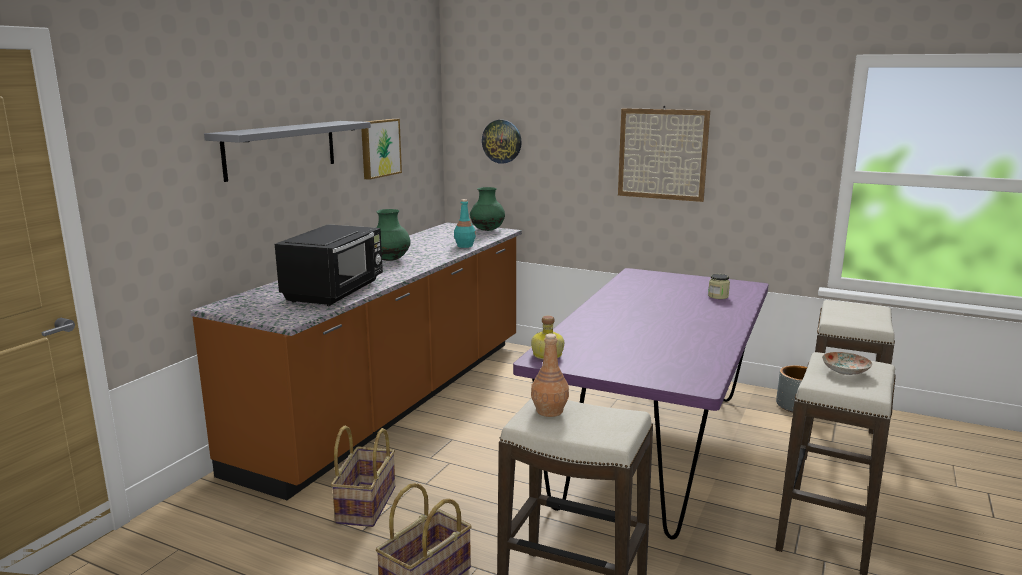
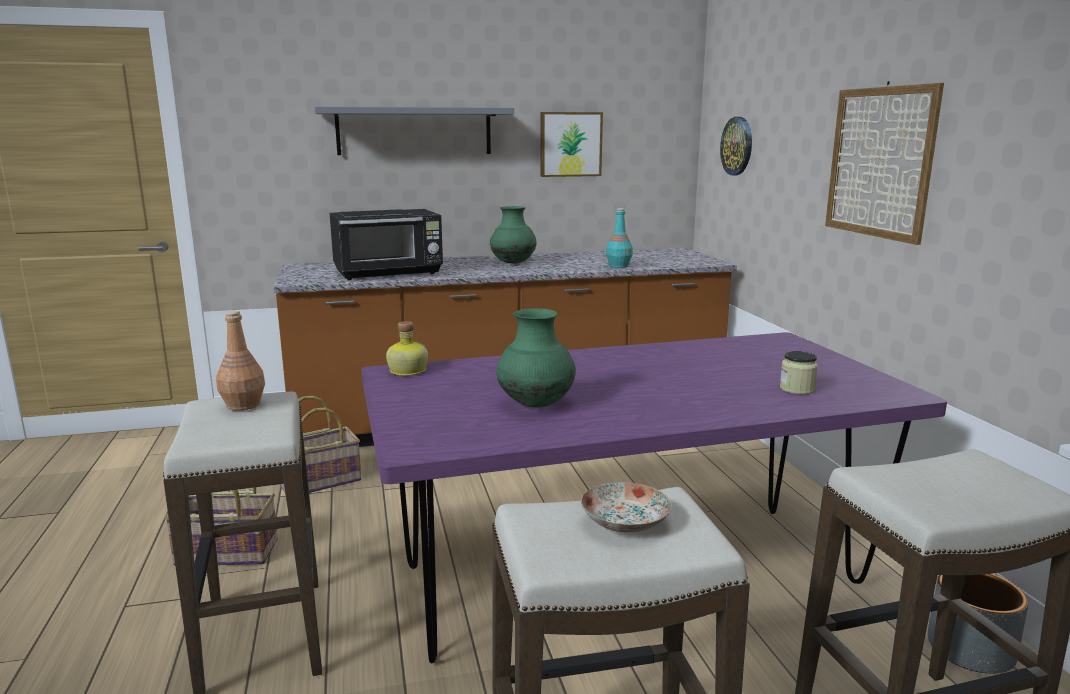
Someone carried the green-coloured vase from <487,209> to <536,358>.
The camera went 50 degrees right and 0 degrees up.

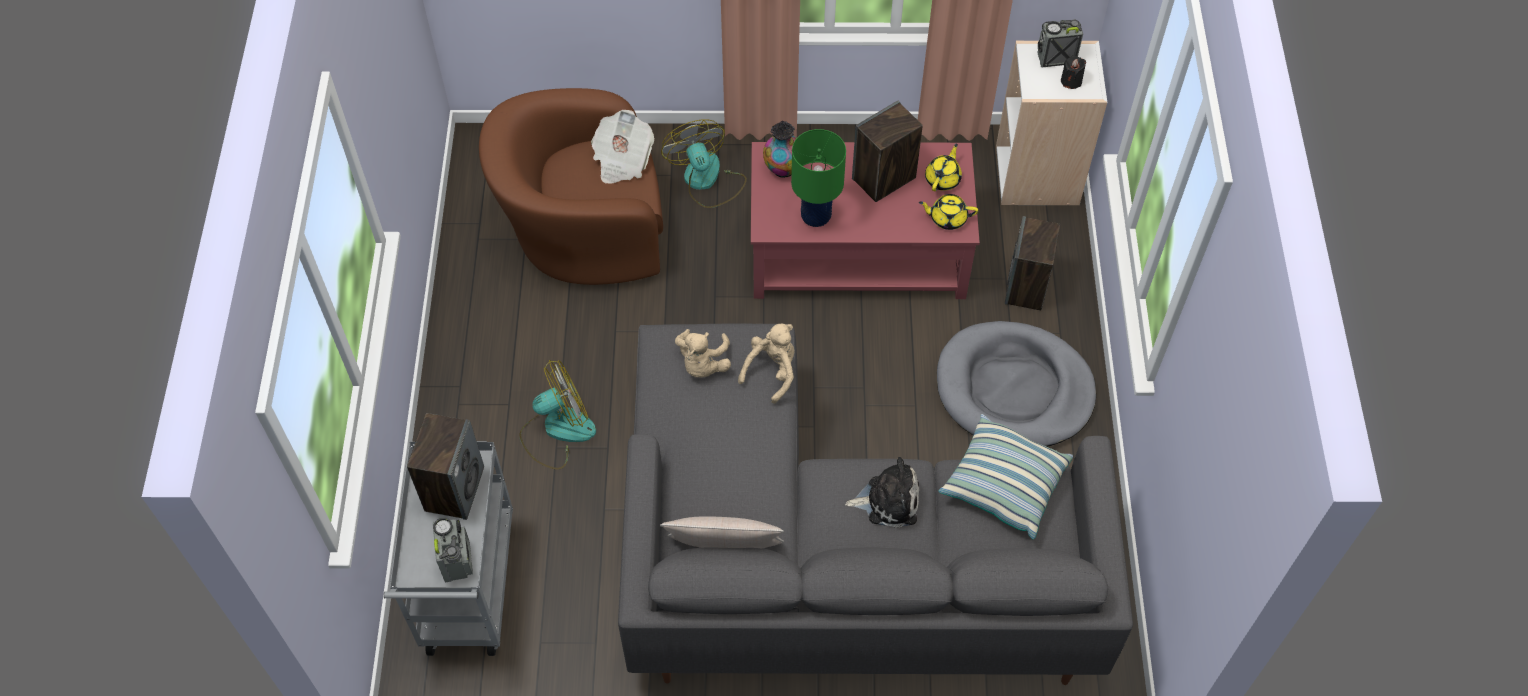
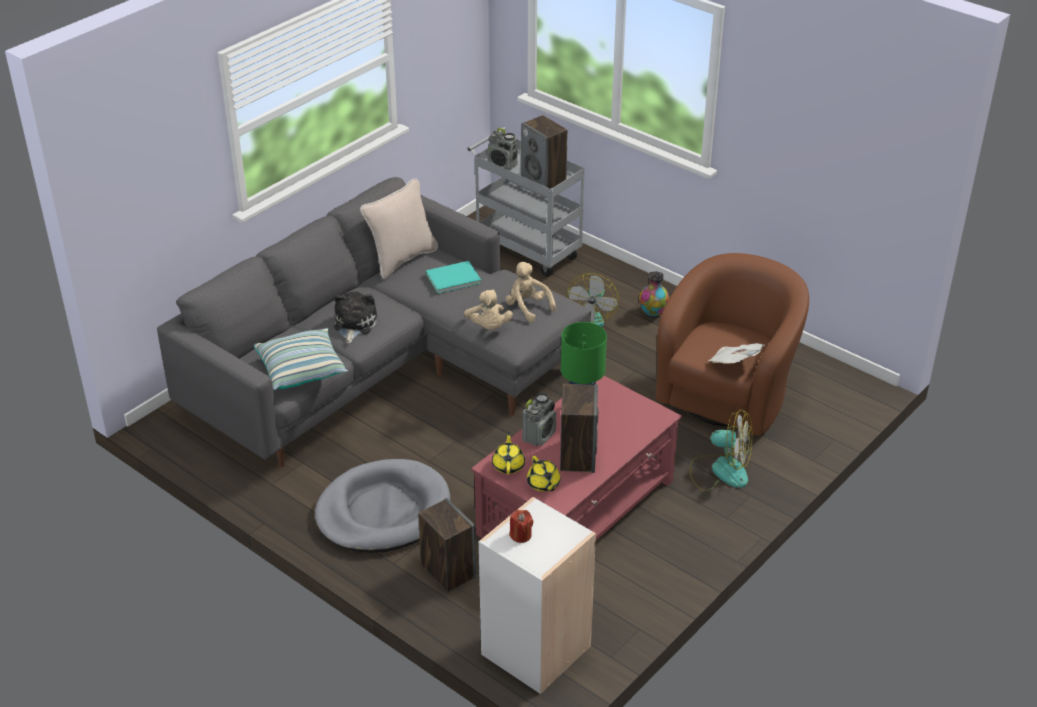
Someone rotated the plush toy at <882,492> by 150 degrees clockwise.
Someone put down the turquoise-coloured bound book at <453,277>.
Someone rotated the yellow-coloured teapot at <948,212> by 45 degrees counterclockwise.
Someone repainted the black-coloured wax candle at <1073,72>, which became the red-coloured wax candle at <521,526>.
Someone carried the radio from <1060,43> to <539,419>.
Someone carried the vase from <779,149> to <654,294>.
The camera went 130 degrees right and 20 degrees down.

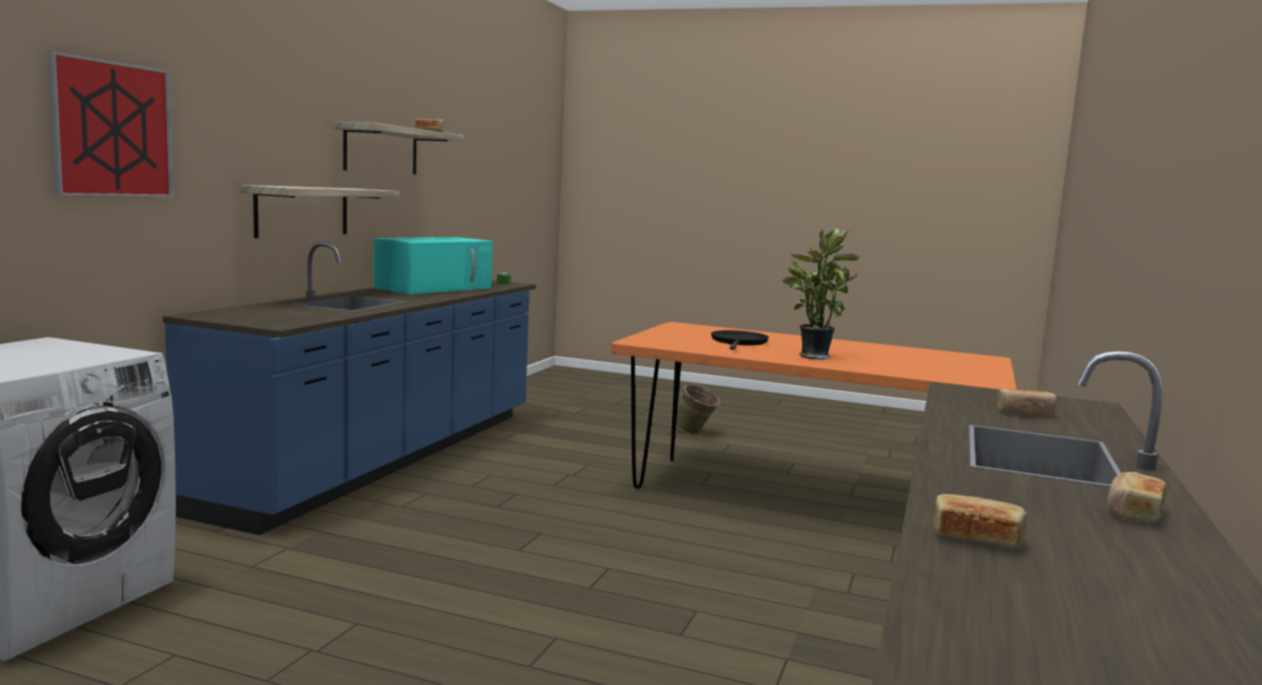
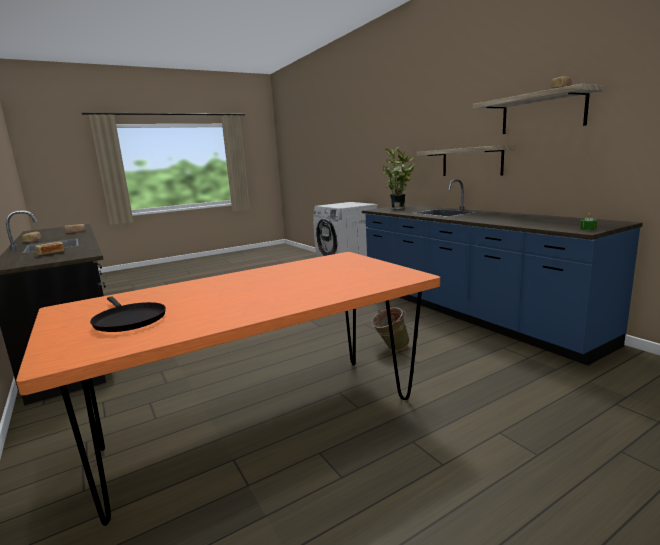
Someone carried the black-coloured frying pan from <740,340> to <128,314>.
Someone carried the green-coloured water bucket from <698,409> to <390,329>.
Someone carried the houseplant from <821,294> to <398,178>.
Someone took away the wall art at <110,123>.
Someone took away the turquoise-coloured microwave at <433,265>.
The camera went 130 degrees right and 5 degrees up.

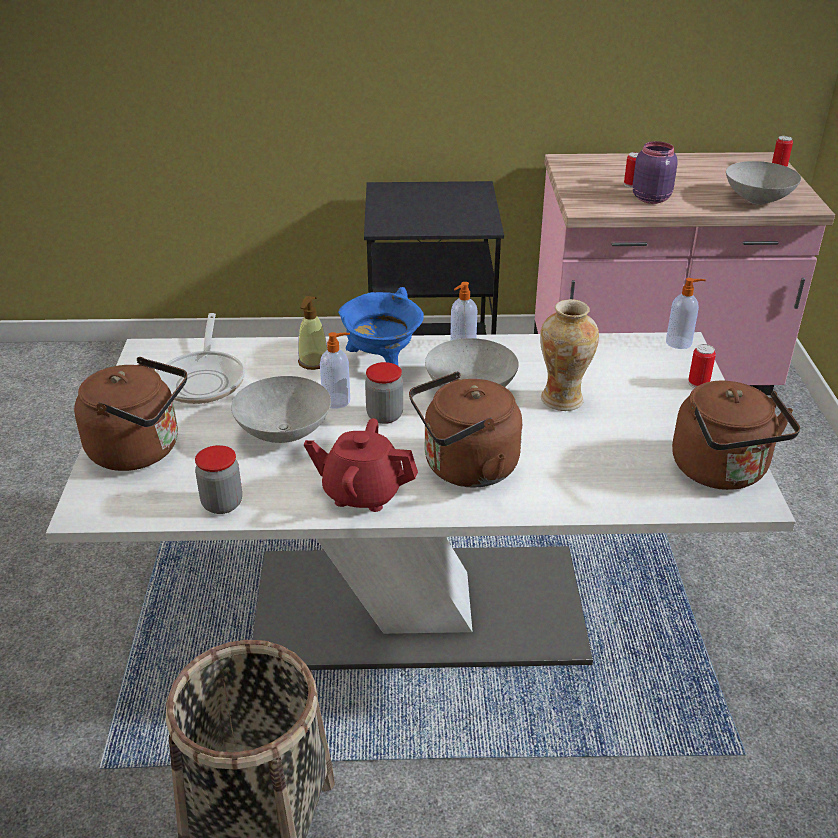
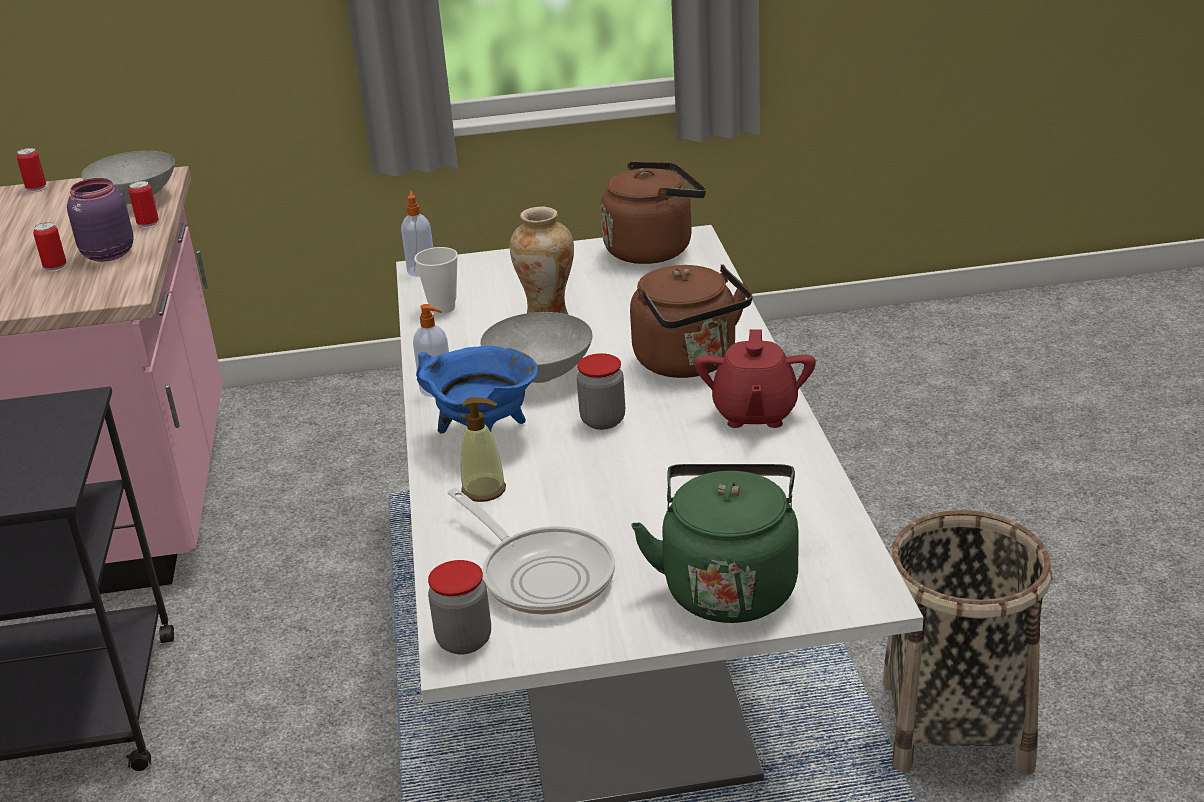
Someone carried the can from <702,366> to <144,204>.
Someone put down the drinking cup at <436,280>.
Someone carried the storage jar from <218,479> to <459,607>.
Someone rotated the frying pan at <201,358> by 60 degrees clockwise.
Someone repainted the brown-coloured water kettle at <130,414>, which became the green-coloured water kettle at <715,543>.
Someone took away the greyish bowl at <281,409>.
Someone took away the soap dispenser at <335,370>.
The camera went 95 degrees left and 5 degrees down.

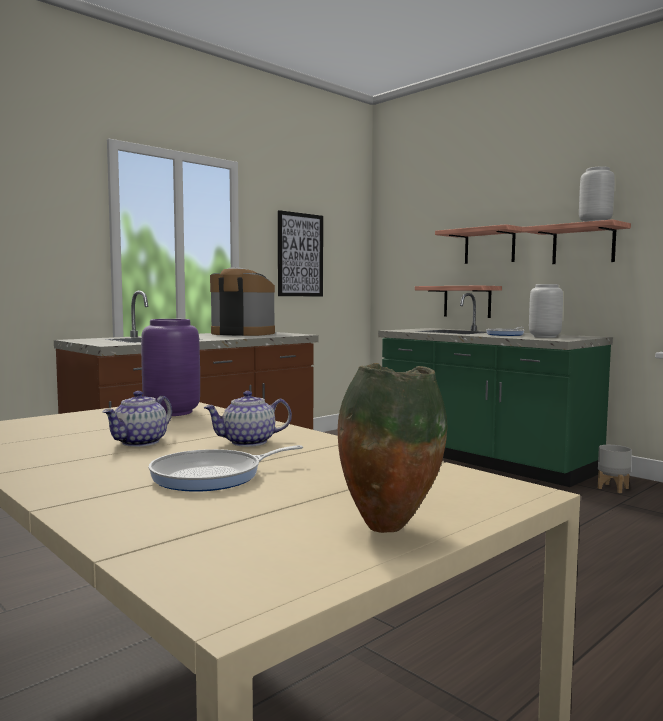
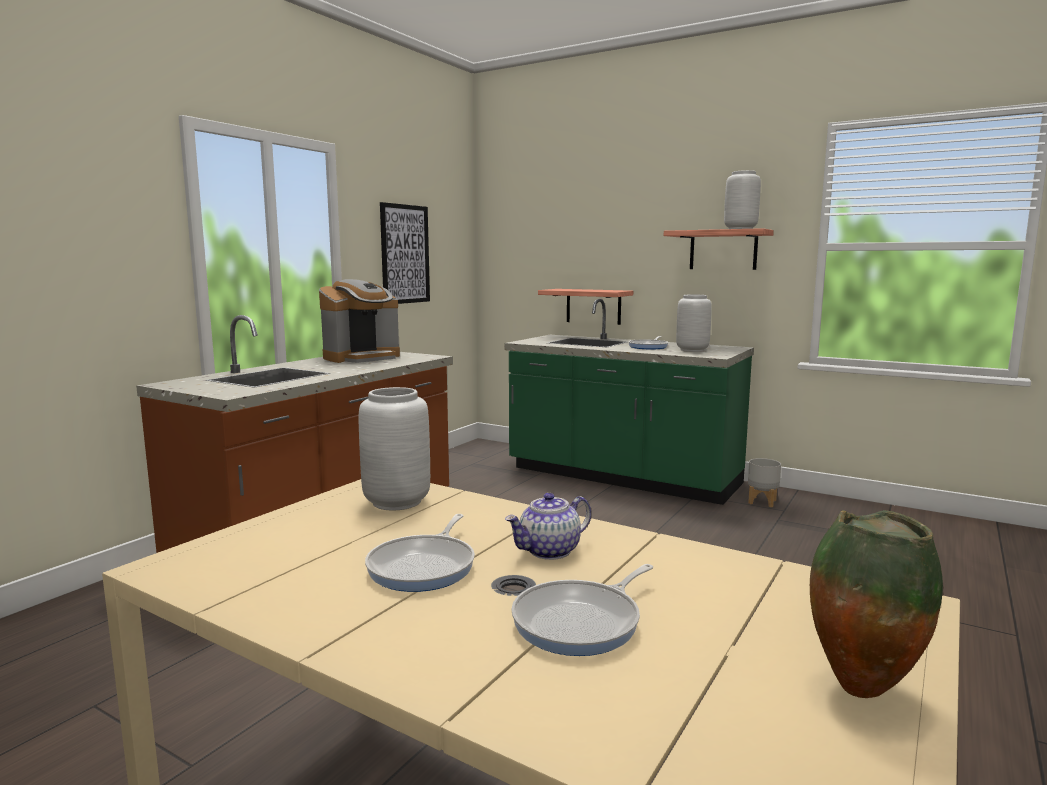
Someone rotated the coffee maker at <242,301> by 135 degrees clockwise.
Someone repainted the purple-coloured vase at <170,367>, which became the greyish vase at <394,448>.
Someone swapped the teapot at <137,419> for the frying pan at <420,553>.
Someone took away the shelf at <479,244>.
The camera went 15 degrees left and 5 degrees up.

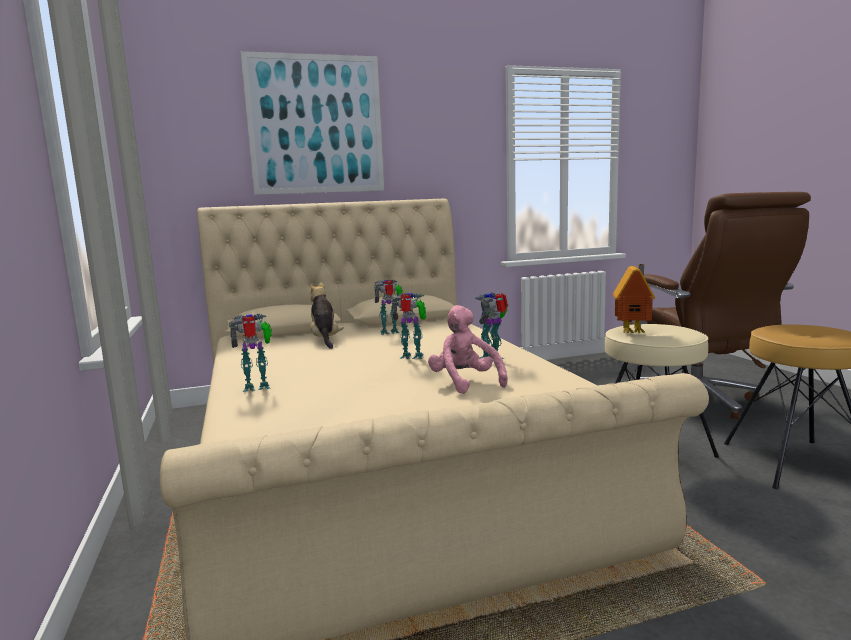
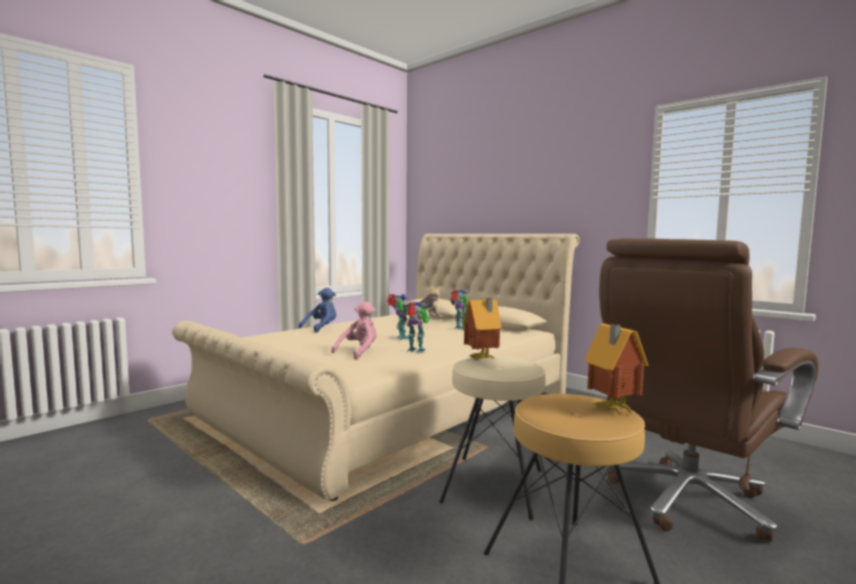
Someone swapped the robot figure at <250,352> for the blue plush toy at <317,310>.
Someone put down the toy house at <616,369>.
Someone took away the wall art at <312,123>.
The camera went 60 degrees right and 5 degrees down.

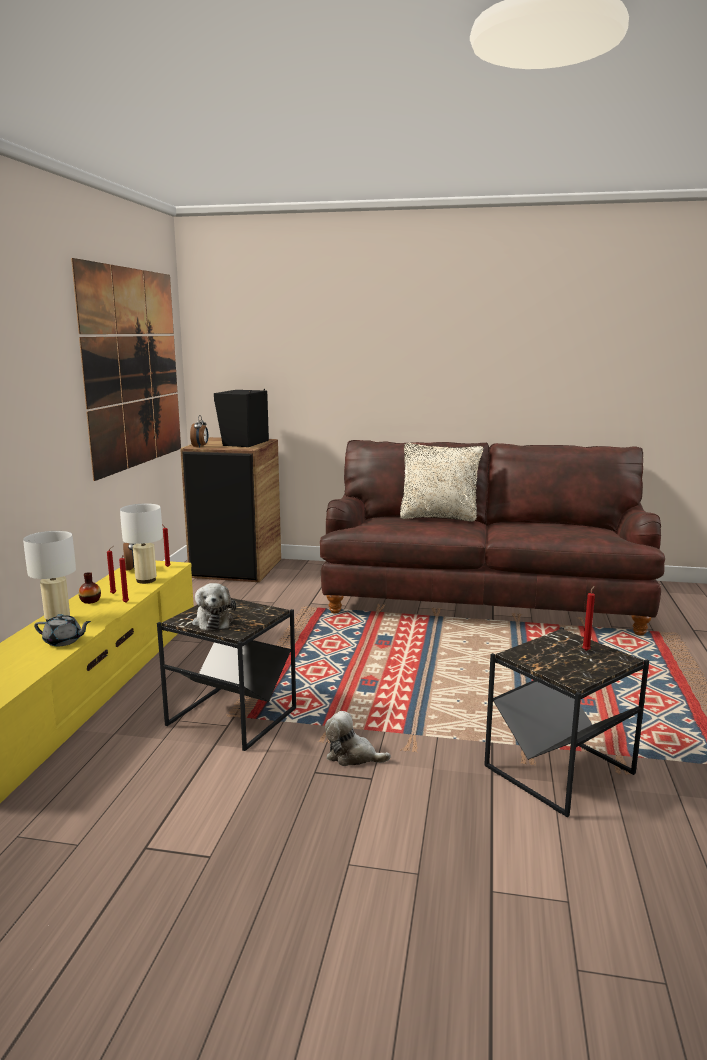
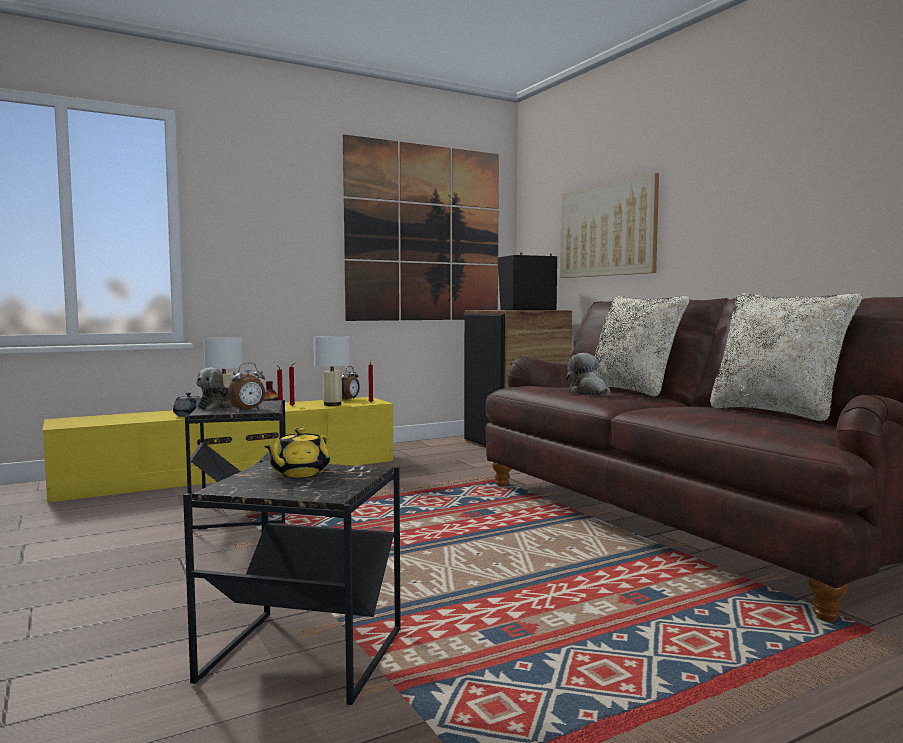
Someone carried the alarm clock from <199,431> to <246,386>.
Someone put down the yellow-coloured teapot at <297,452>.
Someone put up the wall art at <609,225>.
Someone carried the plush toy from <358,738> to <588,374>.
Someone put down the beige throw pillow at <786,357>.
Someone took away the red-coloured wax candle at <588,618>.
The camera went 50 degrees right and 10 degrees down.

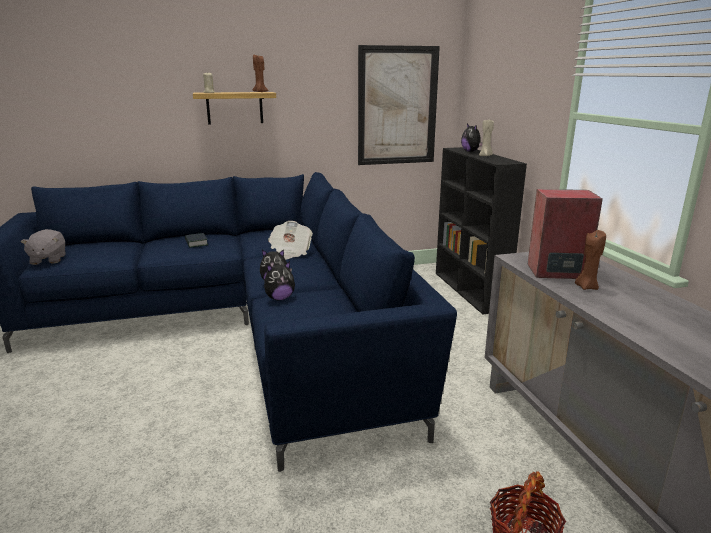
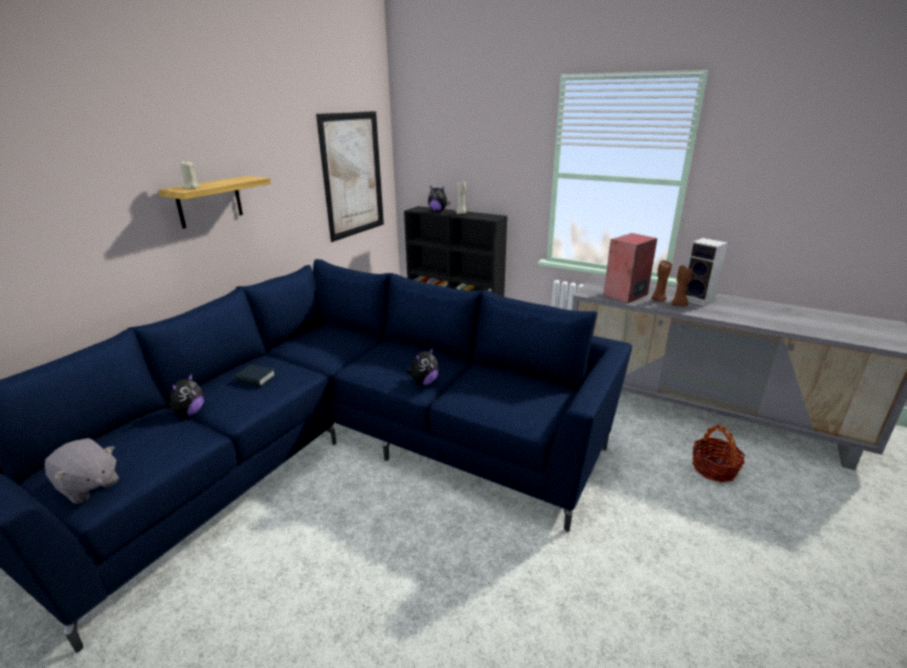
Someone carried the plush toy from <279,280> to <184,394>.
Someone carried the brown-coloured wax candle from <261,73> to <682,285>.
Someone put down the speaker at <707,272>.
Someone took away the printed paper at <290,240>.
The camera went 45 degrees left and 5 degrees up.

